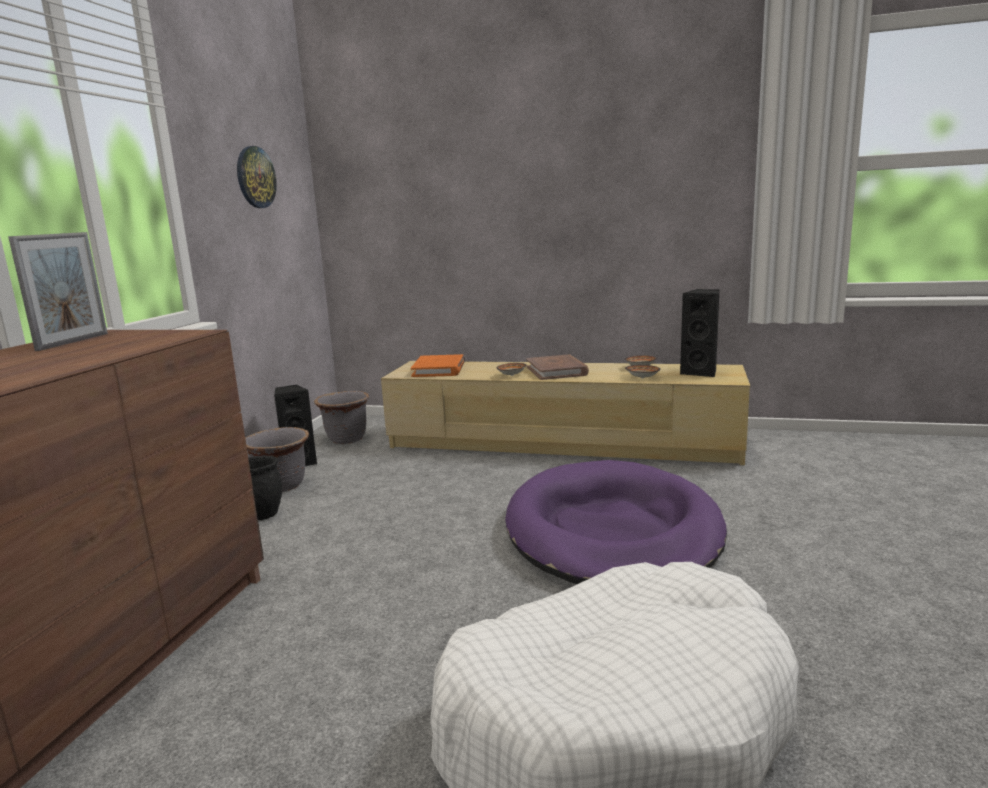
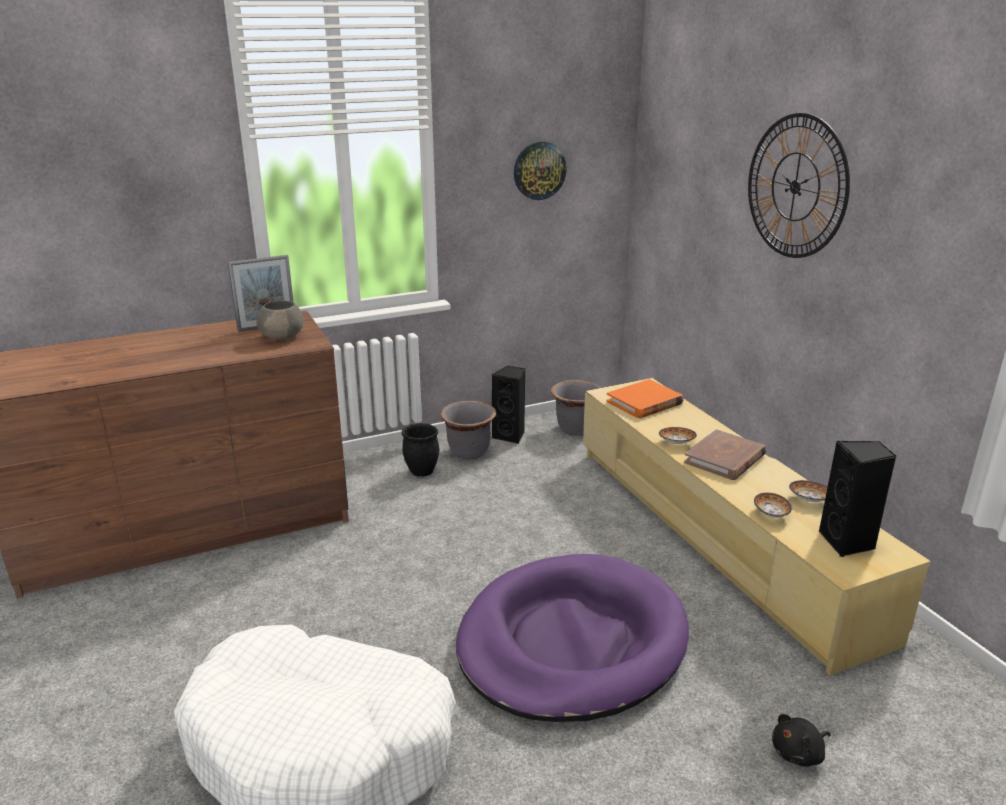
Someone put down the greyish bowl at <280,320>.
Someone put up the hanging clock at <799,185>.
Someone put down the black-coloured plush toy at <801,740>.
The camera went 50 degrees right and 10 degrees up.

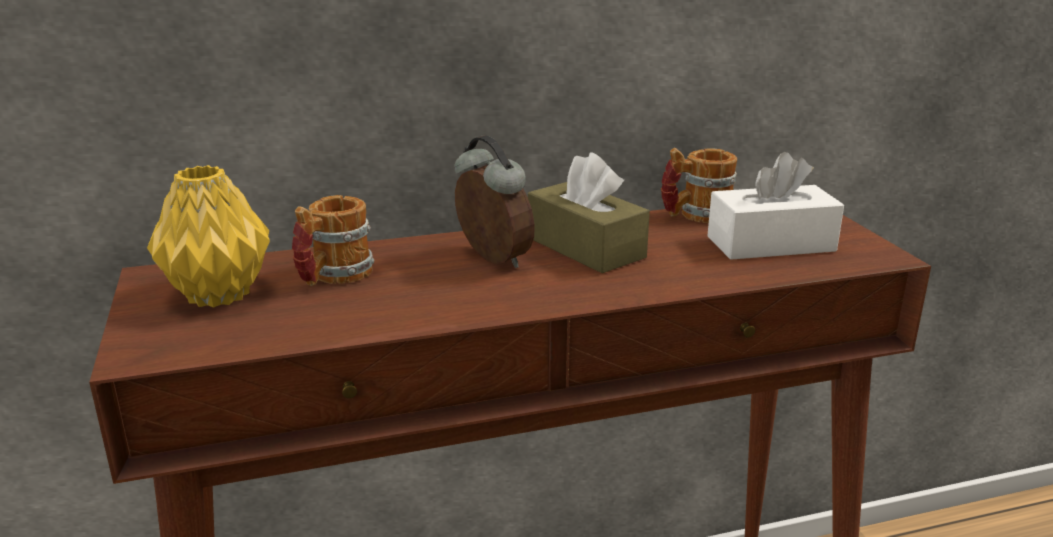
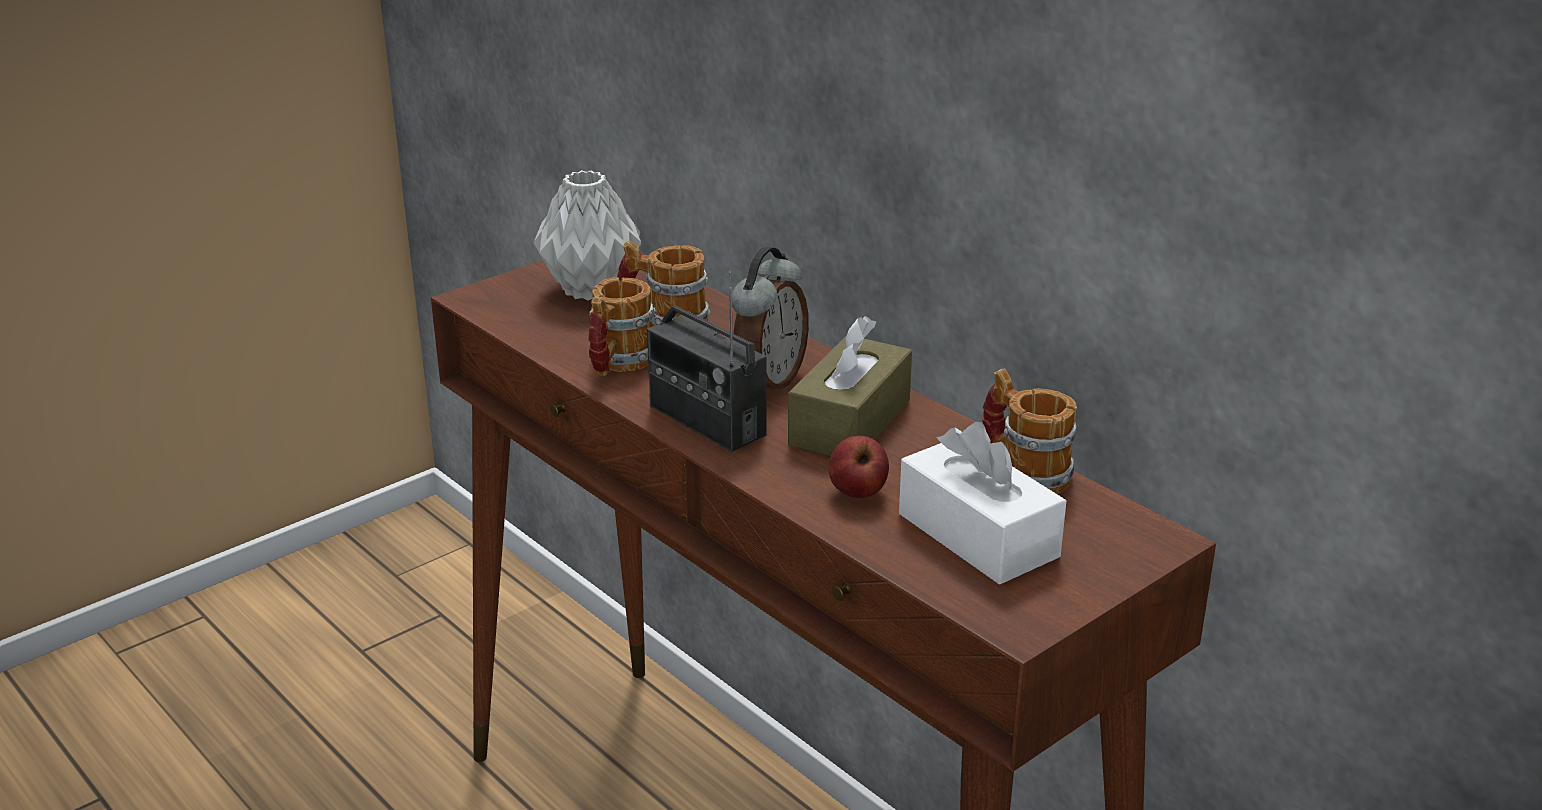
Someone repainted the yellow-coloured vase at <208,236>, which became the greyish vase at <587,235>.
Someone put down the coffee mug at <622,326>.
Someone put down the radio at <707,362>.
Someone put down the whole apple at <858,466>.
The camera went 65 degrees right and 5 degrees up.

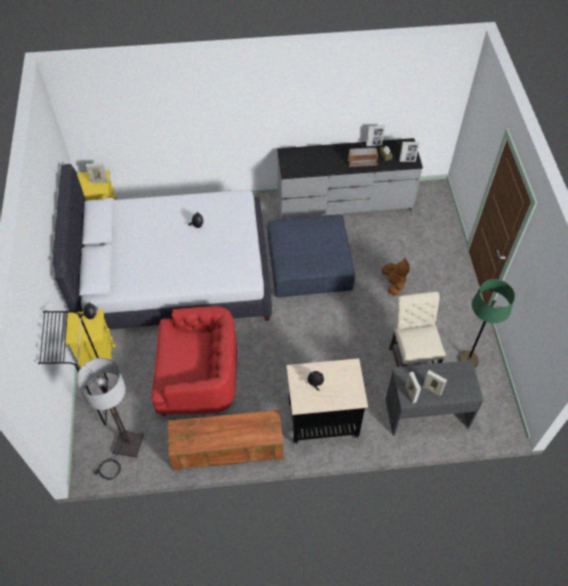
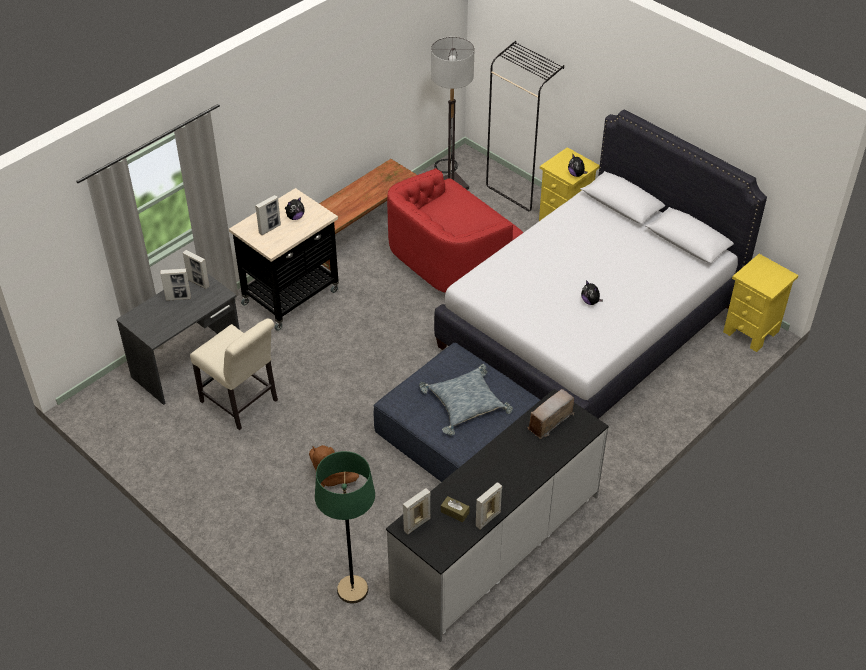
Someone carried the picture frame from <97,173> to <268,215>.
Someone carried the green-coloured standard lamp from <487,323> to <345,527>.
Someone put down the throw pillow at <466,400>.
Someone carried the radio from <363,157> to <550,414>.
The camera went 140 degrees right and 10 degrees down.

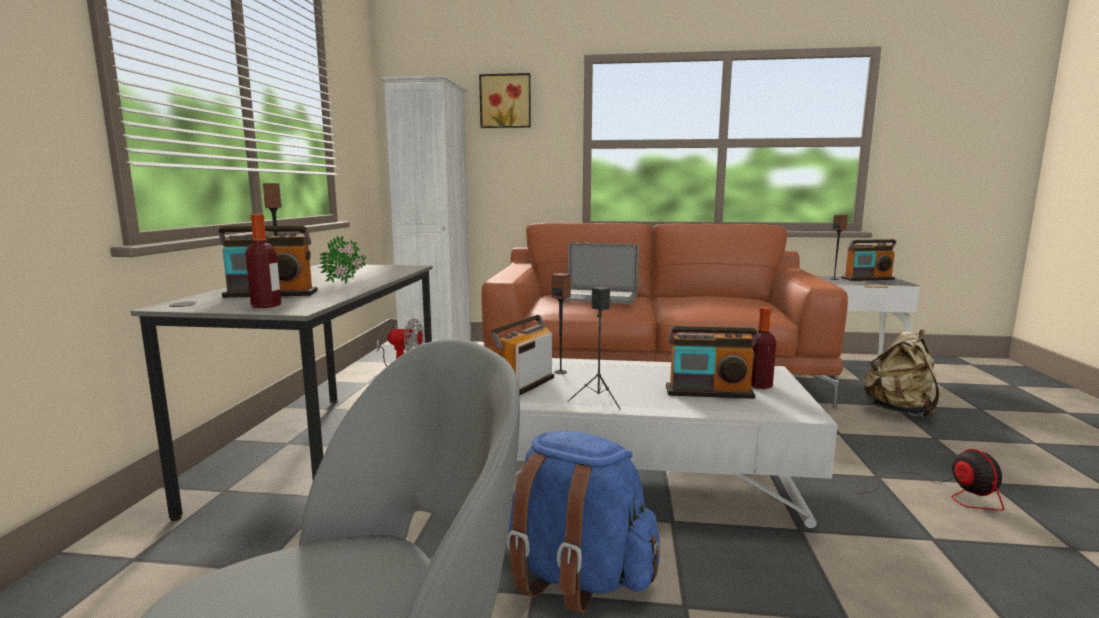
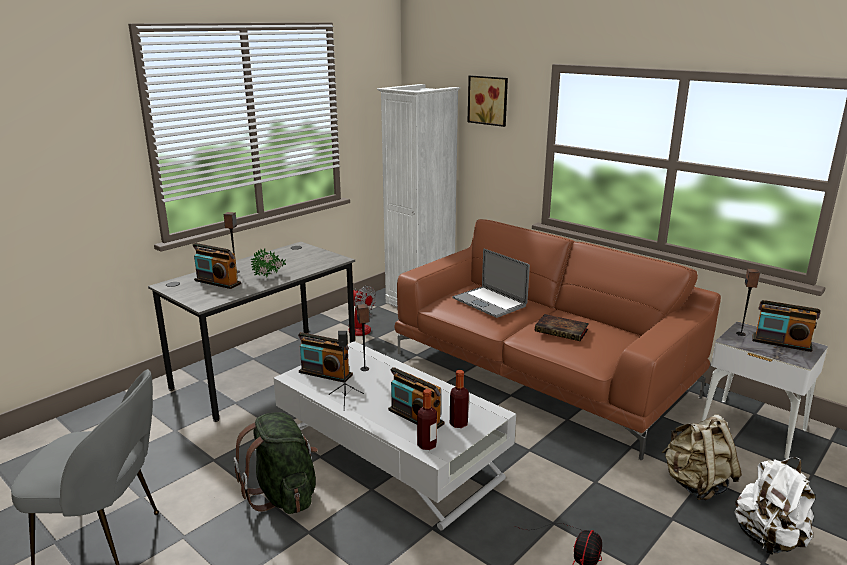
Someone repainted the blue backpack at <583,522>, which became the green-coloured backpack at <275,463>.
Someone rotated the radio at <522,355> by 135 degrees counterclockwise.
Someone carried the drink bottle from <263,261> to <427,419>.
Someone put down the bound book at <562,327>.
Someone put down the white backpack at <774,506>.
The camera went 35 degrees right and 10 degrees up.

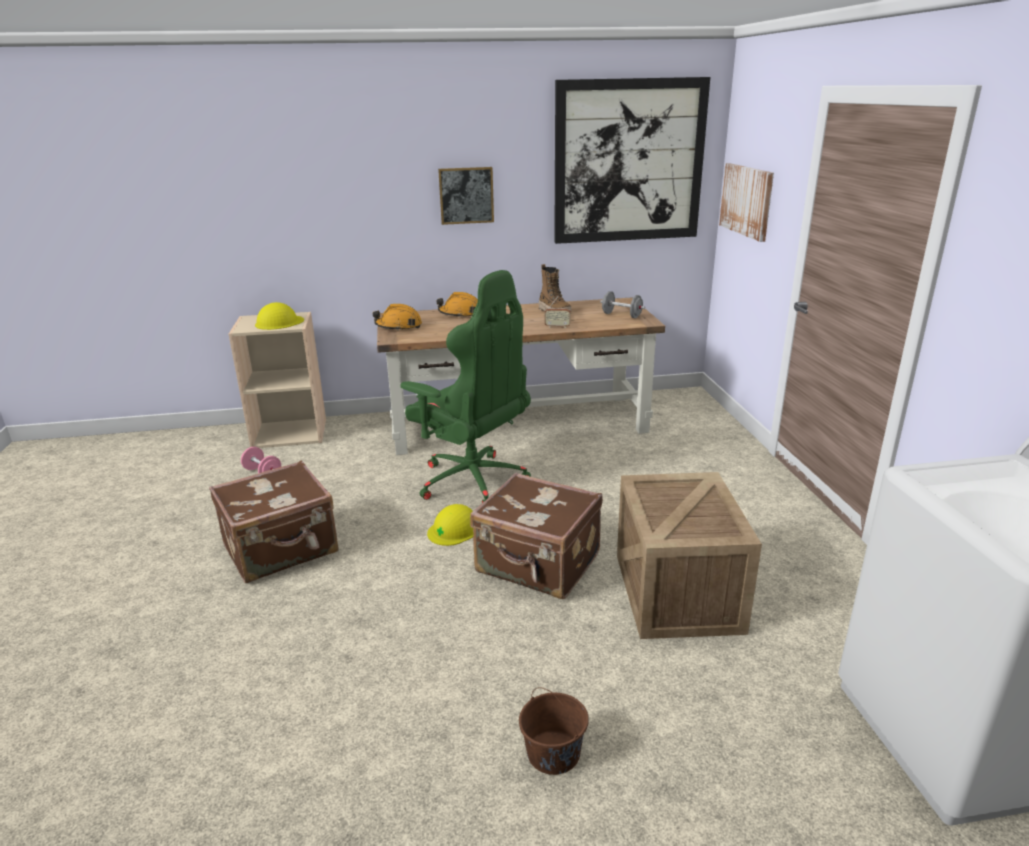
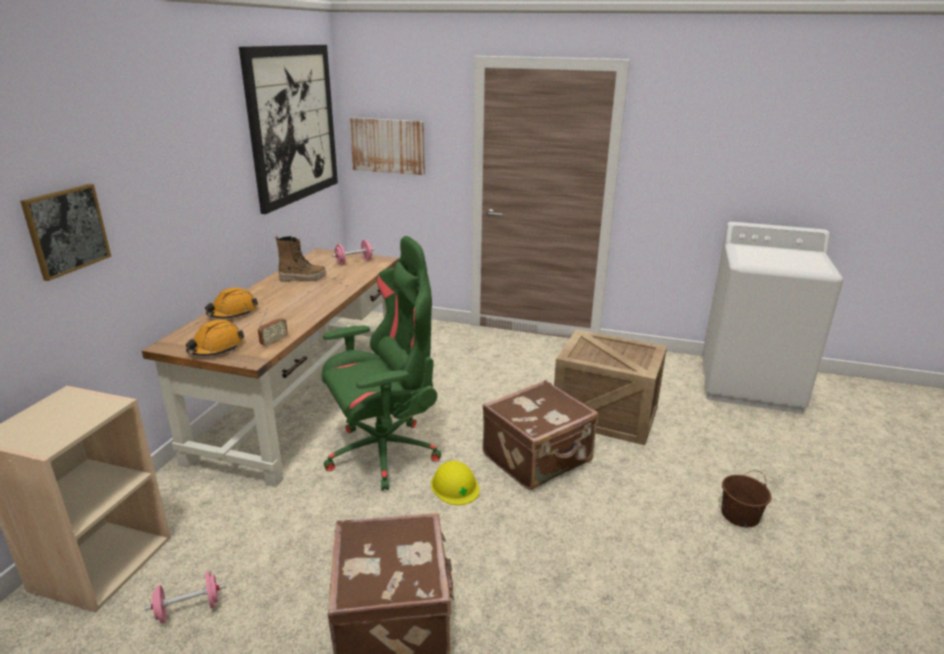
Someone carried the wall art from <466,196> to <65,232>.
Someone carried the radio from <558,311> to <273,327>.
Someone repainted the greyish free weight at <622,304>, which became the pink-coloured free weight at <353,252>.
Someone took away the yellow-coloured safety helmet at <279,316>.
The camera went 65 degrees left and 0 degrees up.

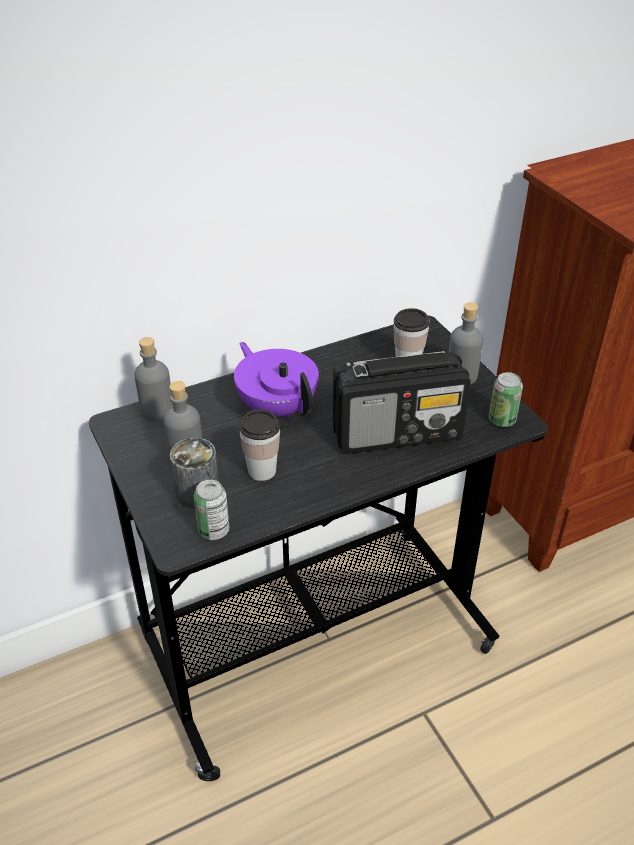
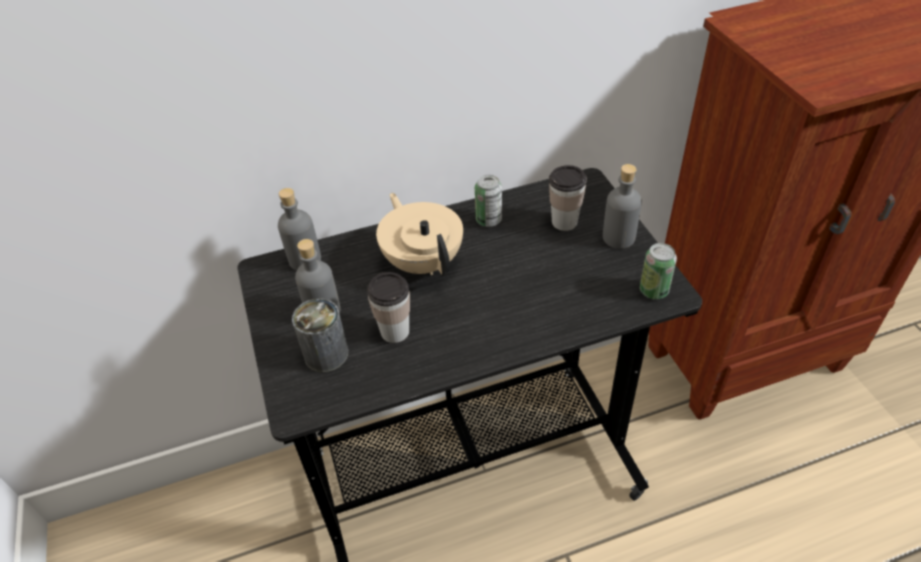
Someone repainted the purple-coloured teapot at <276,380>, which became the beige teapot at <419,234>.
Someone carried the can from <211,510> to <488,201>.
Someone took away the radio at <402,402>.
The camera went 10 degrees right and 5 degrees up.

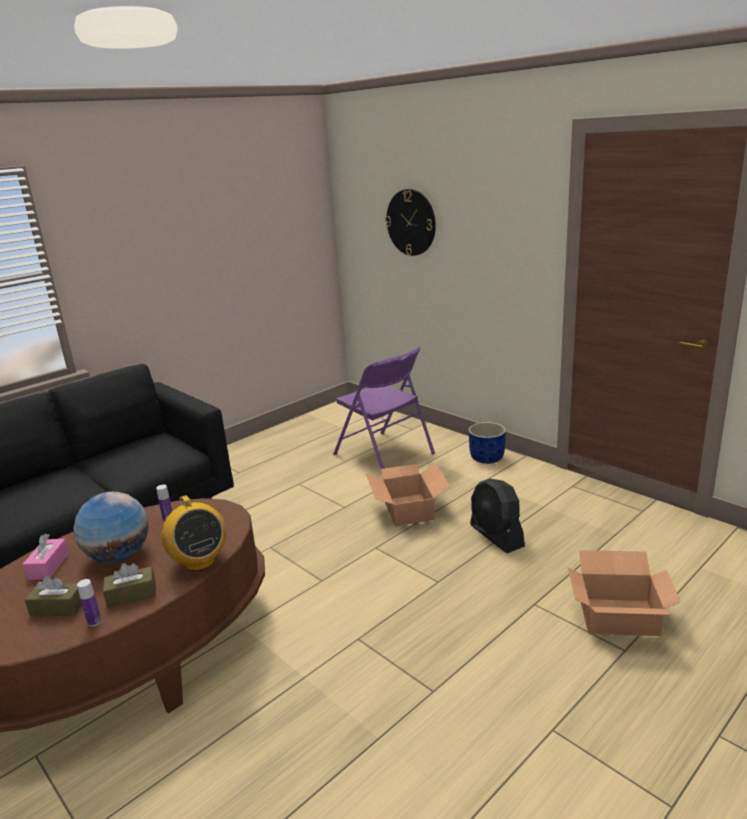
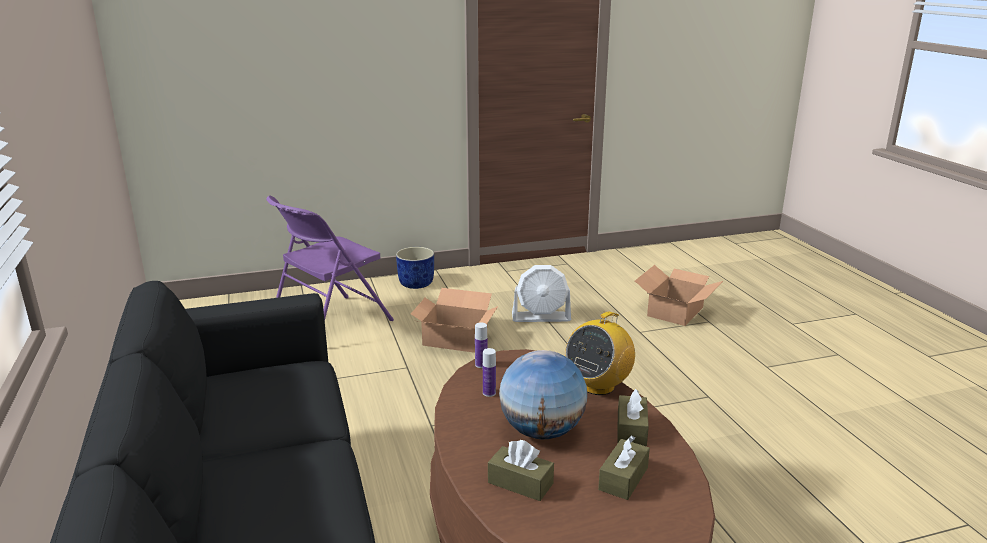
Someone rotated the purple-coloured plain chair at <384,407> by 150 degrees clockwise.
Someone carried the drink bottle from <89,603> to <481,345>.
Someone repainted the pink-coloured box of tissues at <45,557>, which became the brown-coloured box of tissues at <521,470>.
Someone repainted the black-coloured cooling fan at <497,515>, which became the white cooling fan at <541,293>.
Someone rotated the radio at <194,533> by 135 degrees clockwise.
Someone took away the hanging clock at <410,222>.
The camera went 65 degrees left and 0 degrees up.

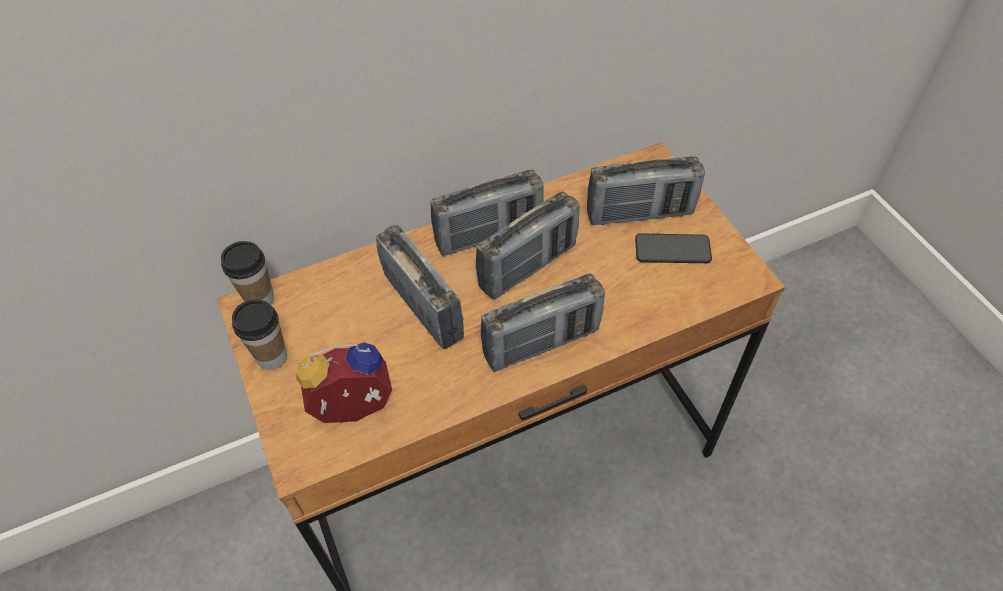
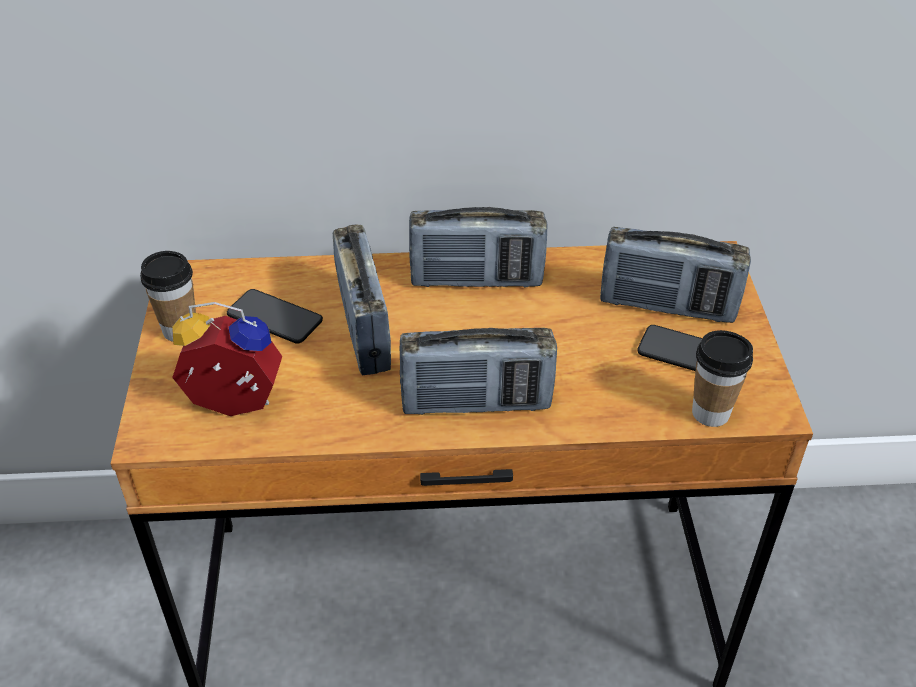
Someone put down the phone at <275,316>.
Someone carried the drinking cup from <247,273> to <722,378>.
Someone took away the radio at <528,245>.
The camera went 20 degrees right and 10 degrees down.

